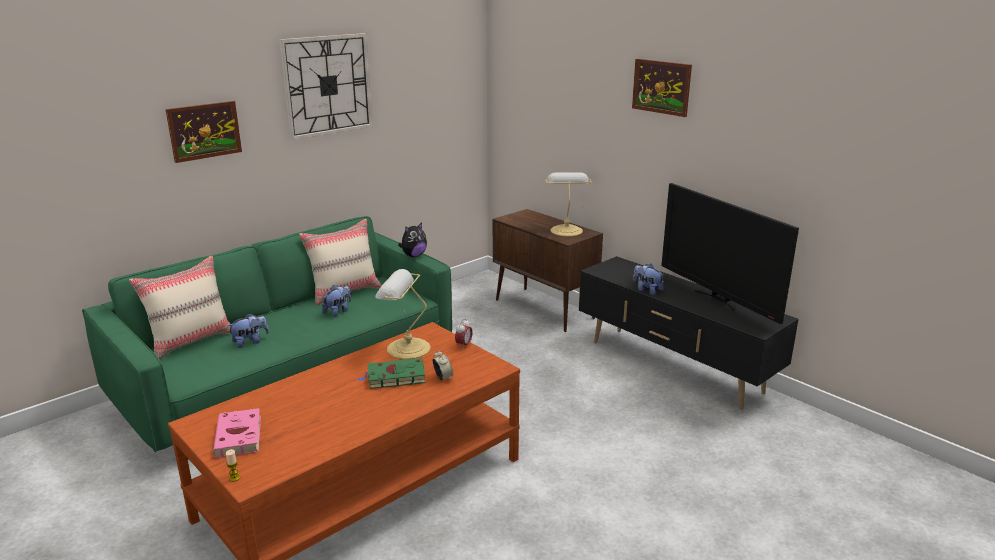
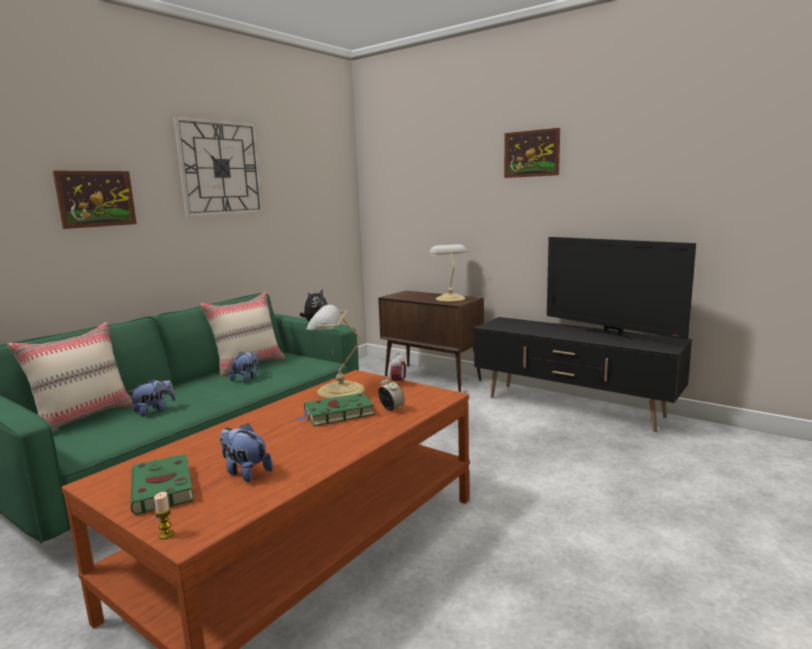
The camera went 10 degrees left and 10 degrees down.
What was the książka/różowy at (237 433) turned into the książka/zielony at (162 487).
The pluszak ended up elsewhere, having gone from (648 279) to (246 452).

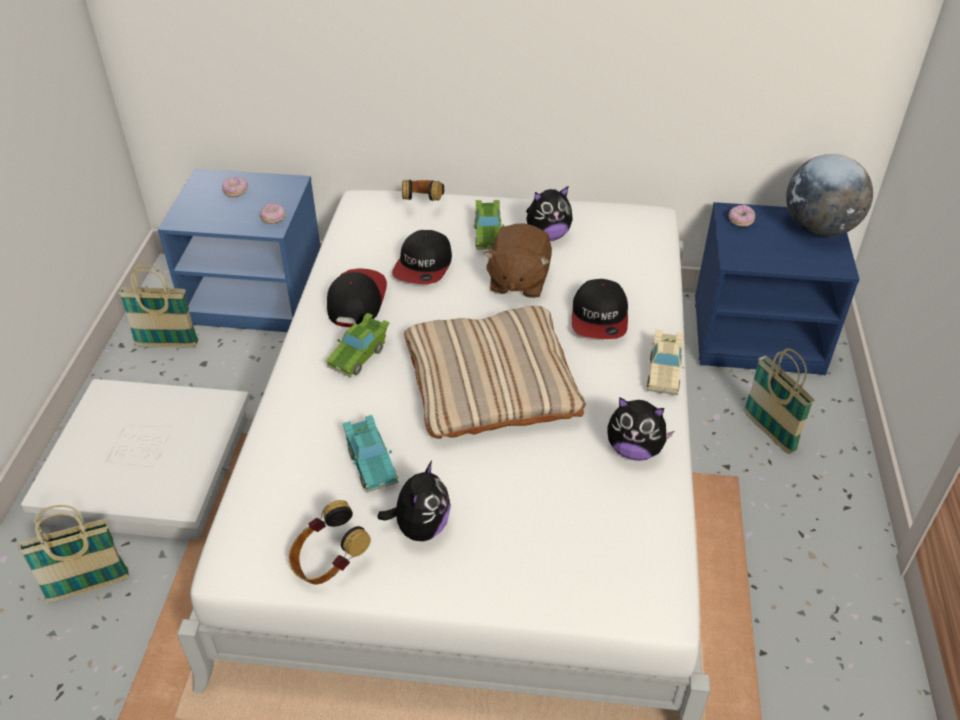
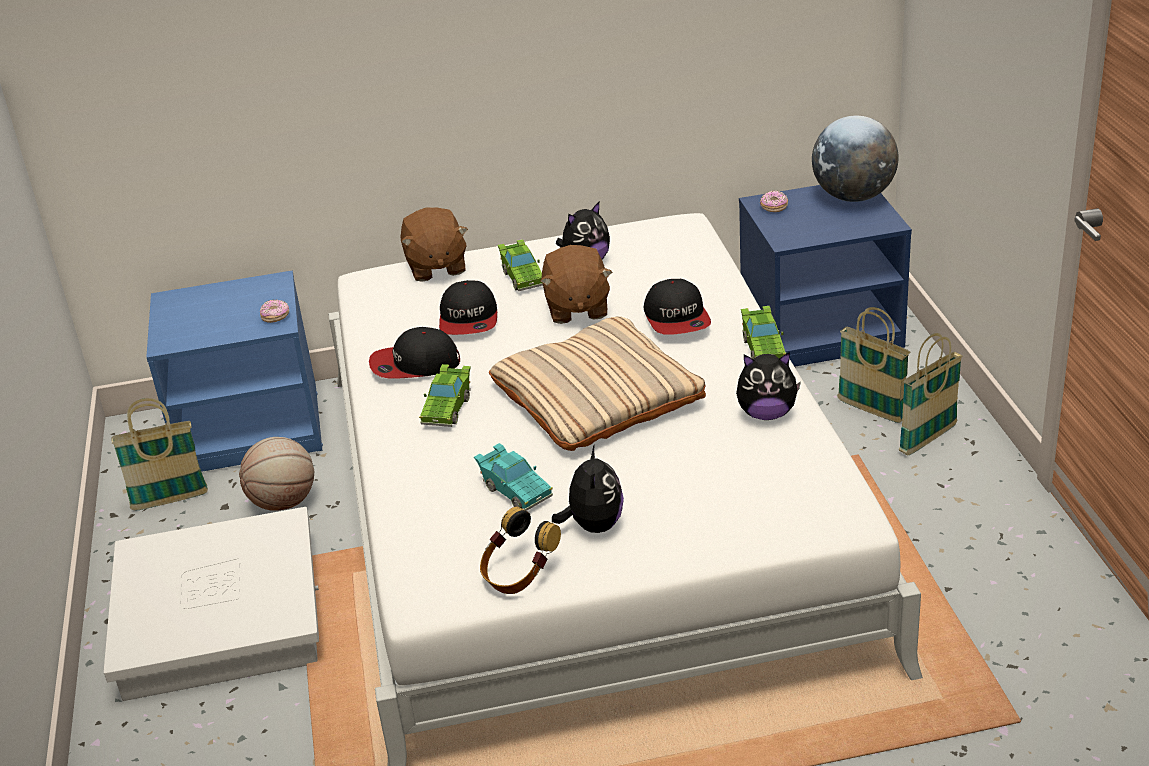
The camera went 15 degrees left and 10 degrees down.
The koszyk ended up elsewhere, having gone from (74 554) to (931 394).
The second view lost the donut at (235 187).
The czapka z daszkiem at (357 297) ended up facing another way, 90 degrees counterclockwise from before.
Where the słuchawki stood at (423 190), the pluszak/brązowy came to stand at (434 244).
What was the samochodzik/beżowy at (665 362) turned into the samochodzik/zielony at (763 332).
The second view gained the piłka do koszykówki at (276 474).

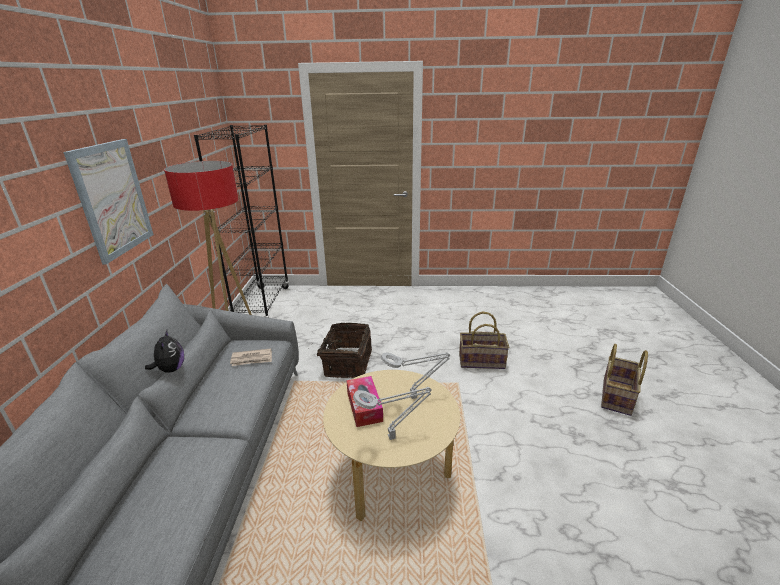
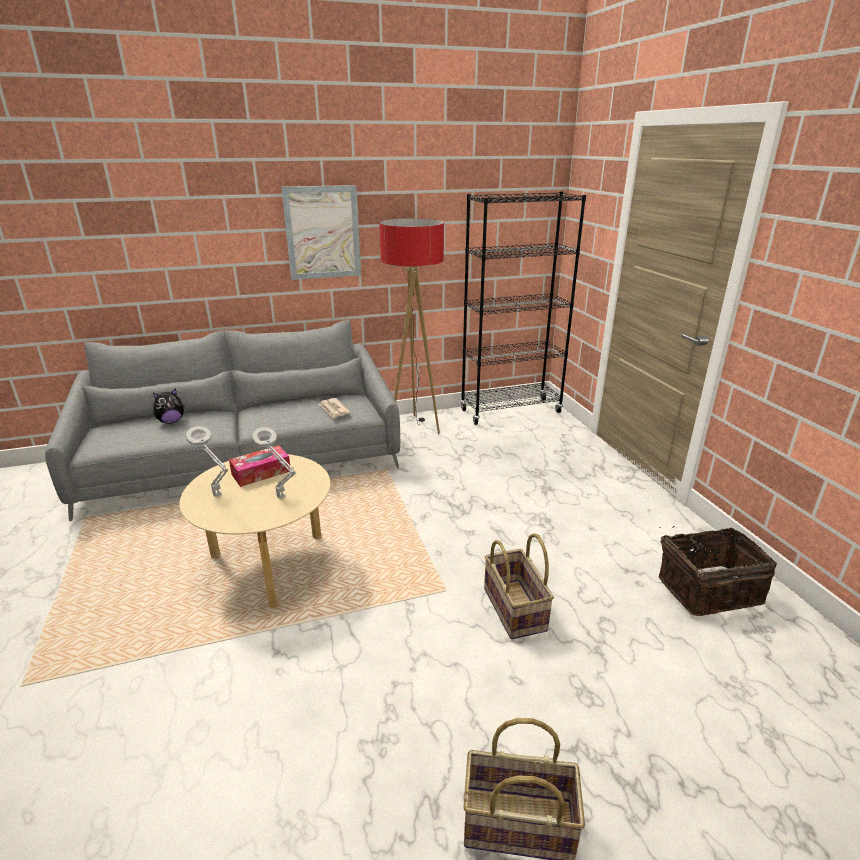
The camera went 70 degrees right and 0 degrees up.
The pluszak ended up elsewhere, having gone from (164 351) to (168 406).
The koszyk ended up elsewhere, having gone from (340 350) to (718 571).

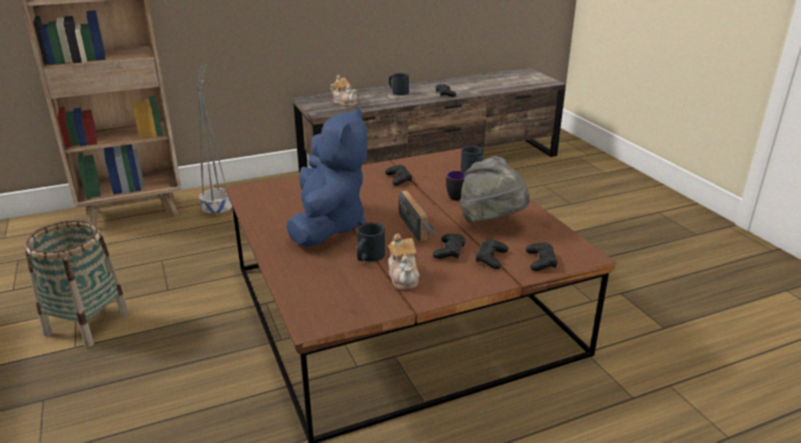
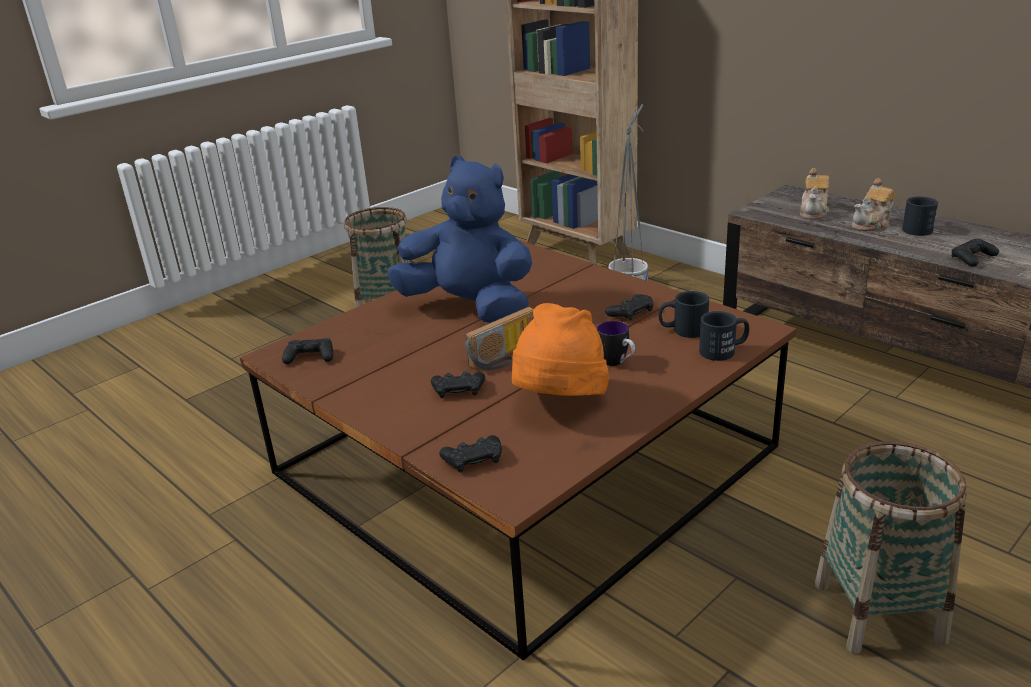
The camera went 70 degrees right and 0 degrees up.
The pluszak/niebieski at (327 177) ended up facing another way, 135 degrees counterclockwise from before.
The kubek/czarny ended up elsewhere, having gone from (371 242) to (683 314).
The imbryk ended up elsewhere, having gone from (404 261) to (874 204).
What was the kapelusz/szary at (495 189) turned into the kapelusz/pomarańczowy at (560 349).
The pad do gier/czarny ended up elsewhere, having gone from (492 254) to (307 351).
The second view gained the koszyk at (891 547).

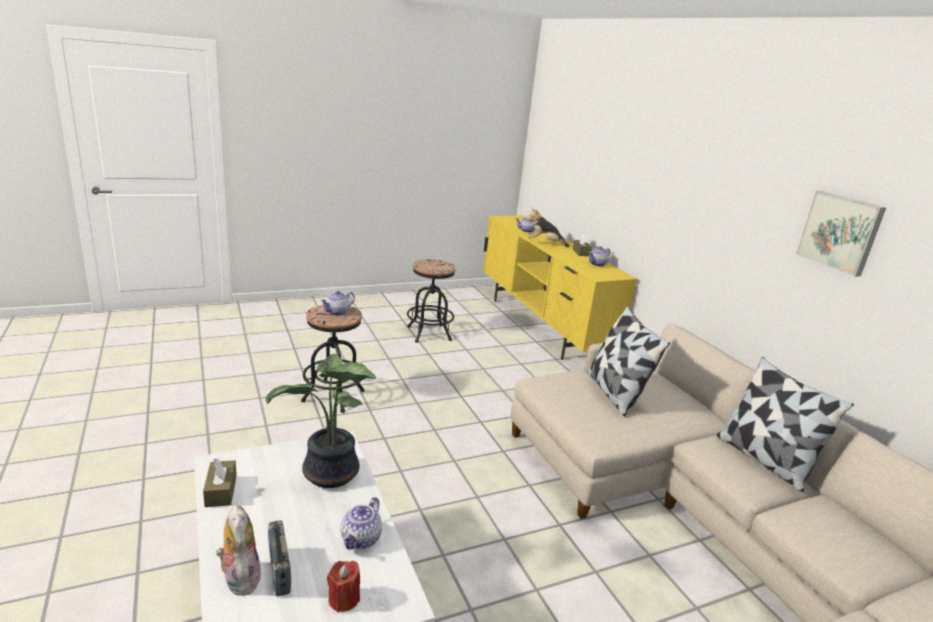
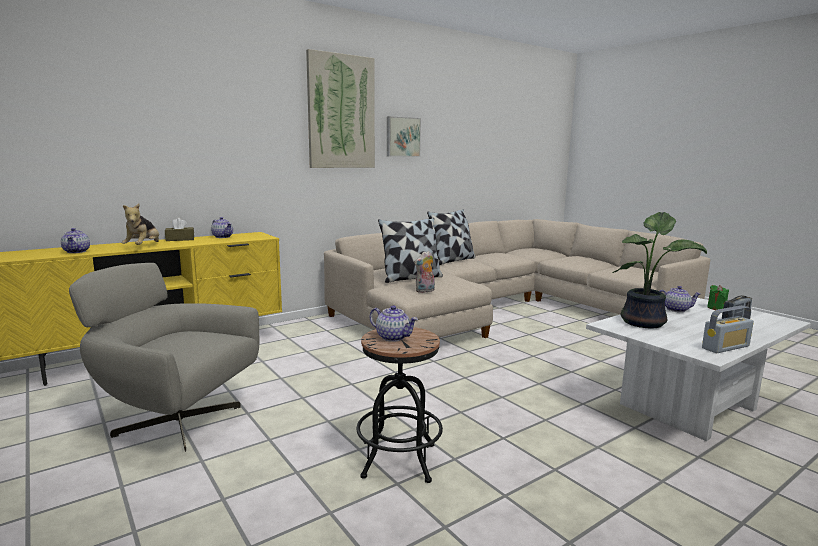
The camera went 100 degrees left and 10 degrees down.
Where the pudełko chusteczek/brązowy stood at (220 482), the radio came to stand at (728 329).
The pluszak ended up elsewhere, having gone from (238 550) to (424 272).
What was the świeca/czerwony at (343 587) turned into the świeca/zielony at (718 297).
Where the stołek/czarny stood at (431 301), the fotel/szary came to stand at (164 357).
The second view gained the obraz at (340 108).

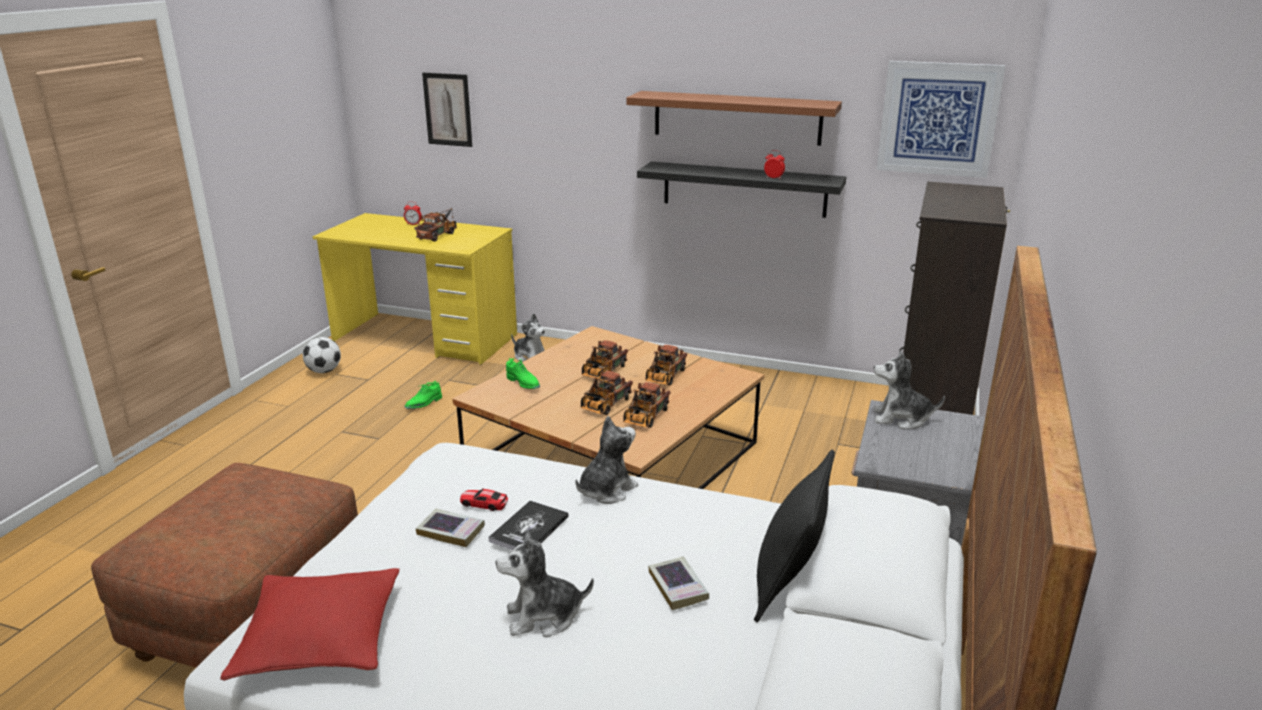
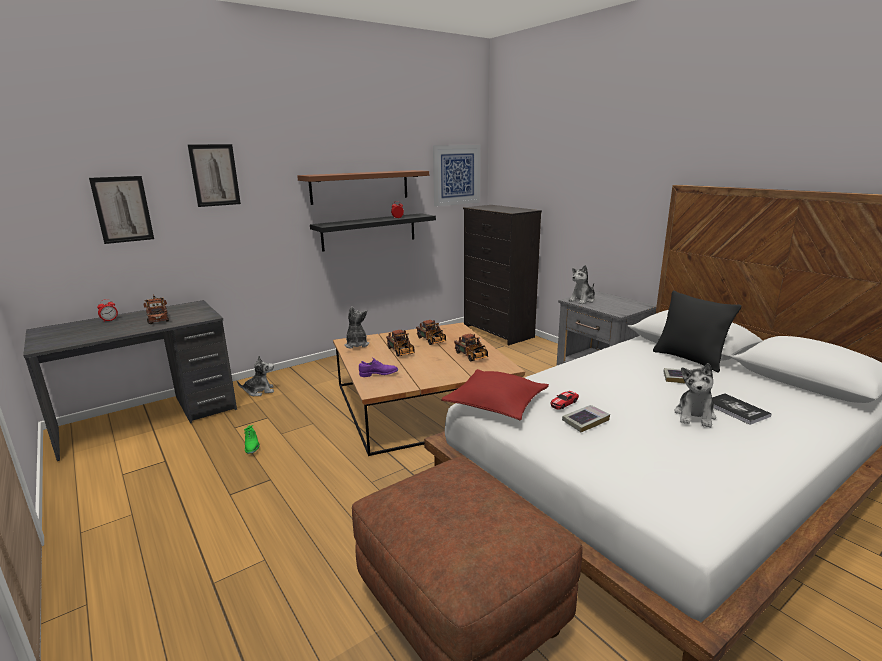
The camera went 55 degrees left and 5 degrees down.
The poduszka/czerwony ended up elsewhere, having gone from (309 624) to (495 394).
The second view lost the piłka futbolowa at (322 355).
What was the biurko/żółty at (415 289) turned into the biurko/szary at (130 380).
The książka ended up elsewhere, having gone from (528 525) to (742 409).
What was the but/zielony at (523 373) turned into the but/fioletowy at (378 367).
The pluszak ended up elsewhere, having gone from (606 460) to (357 327).
The second view lost the ciężarówka zabawkowa at (606 393).
The second view gained the obraz at (214 175).

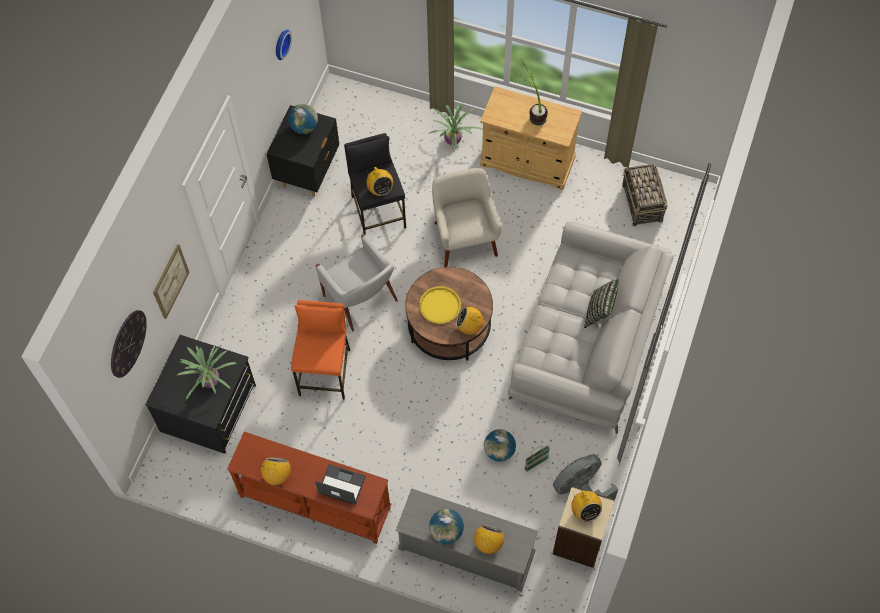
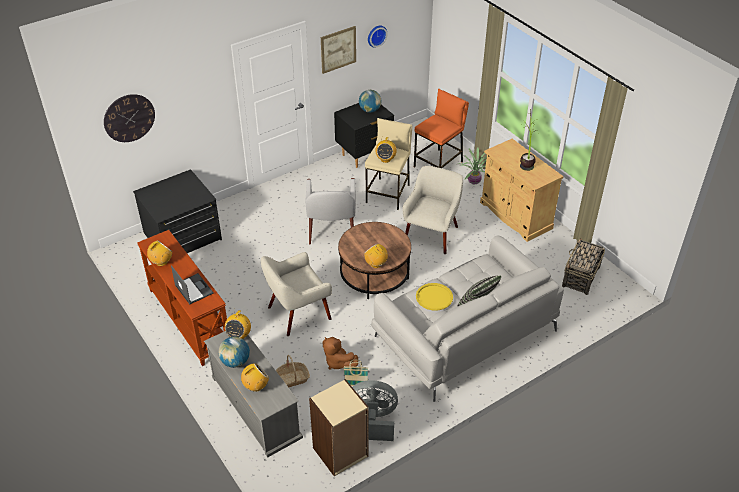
The camera went 35 degrees right and 20 degrees down.
The obraz ended up elsewhere, having gone from (171 281) to (338 50).
The second view lost the roślina doniczkowa at (207 373).
The stołek/pomarańczowy ended up elsewhere, having gone from (320 350) to (441 128).
What was the stołek/czarny at (375 184) turned into the stołek/beżowy at (388 164).
The taca/żółty ended up elsewhere, having gone from (440 305) to (434 297).
Where the globus stood at (500 445), the pluszak/brązowy came to stand at (340 353).
The radio ended up elsewhere, having gone from (586 506) to (238 323).
The second view gained the fotel/beżowy at (296 294).
The second view gained the koszyk at (293 371).

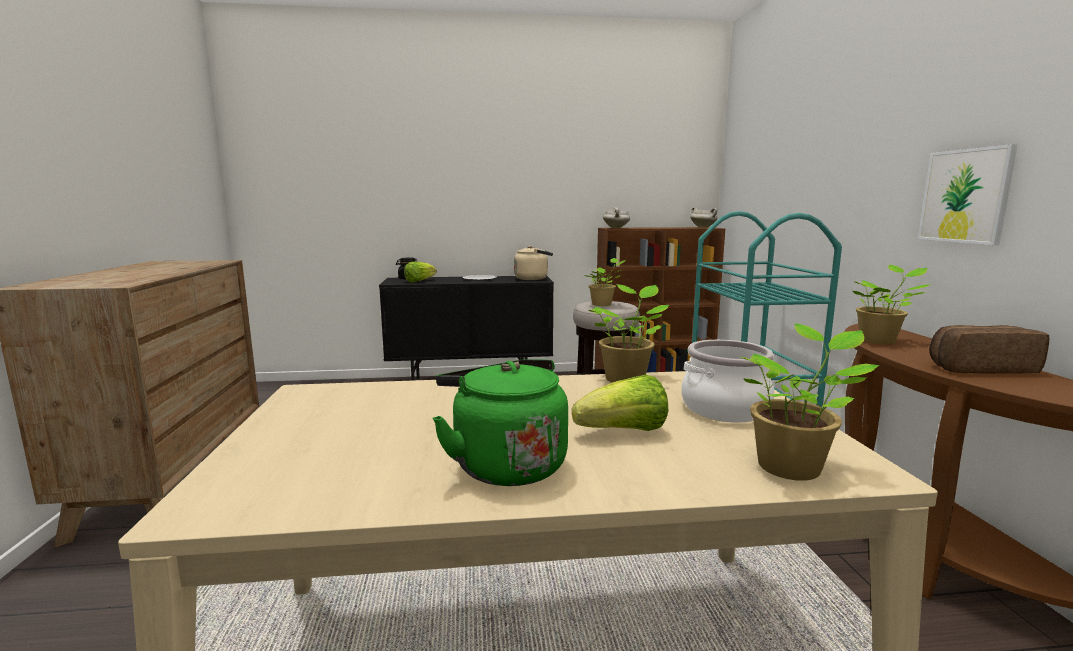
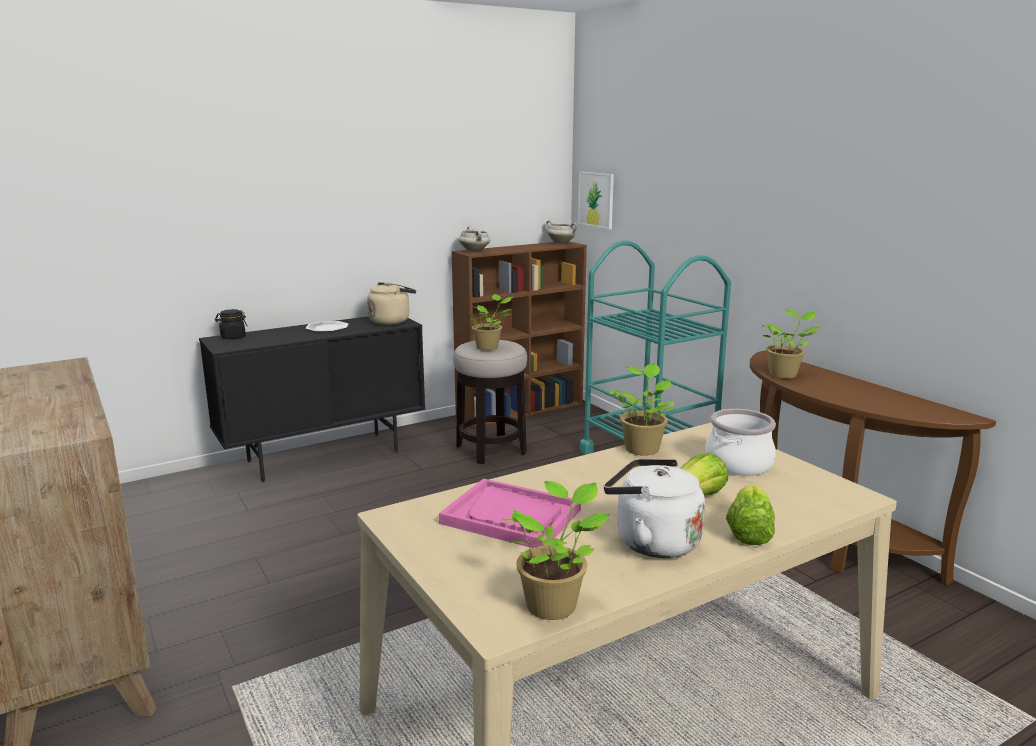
The camera went 25 degrees left and 5 degrees up.
The sałata ended up elsewhere, having gone from (420 272) to (750 515).
What was the czajnik/zielony at (500 422) turned into the czajnik/biały at (654 508).
The roślina doniczkowa ended up elsewhere, having gone from (810 402) to (556 550).
The obraz ended up elsewhere, having gone from (968 194) to (596 200).
The second view lost the chleb at (989 349).
The second view gained the taca/różowy at (510 513).

